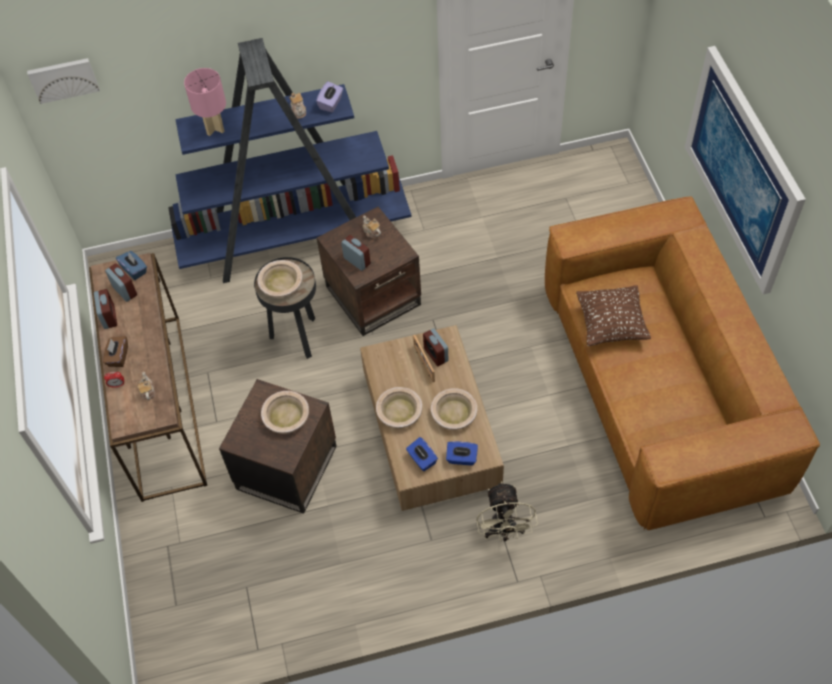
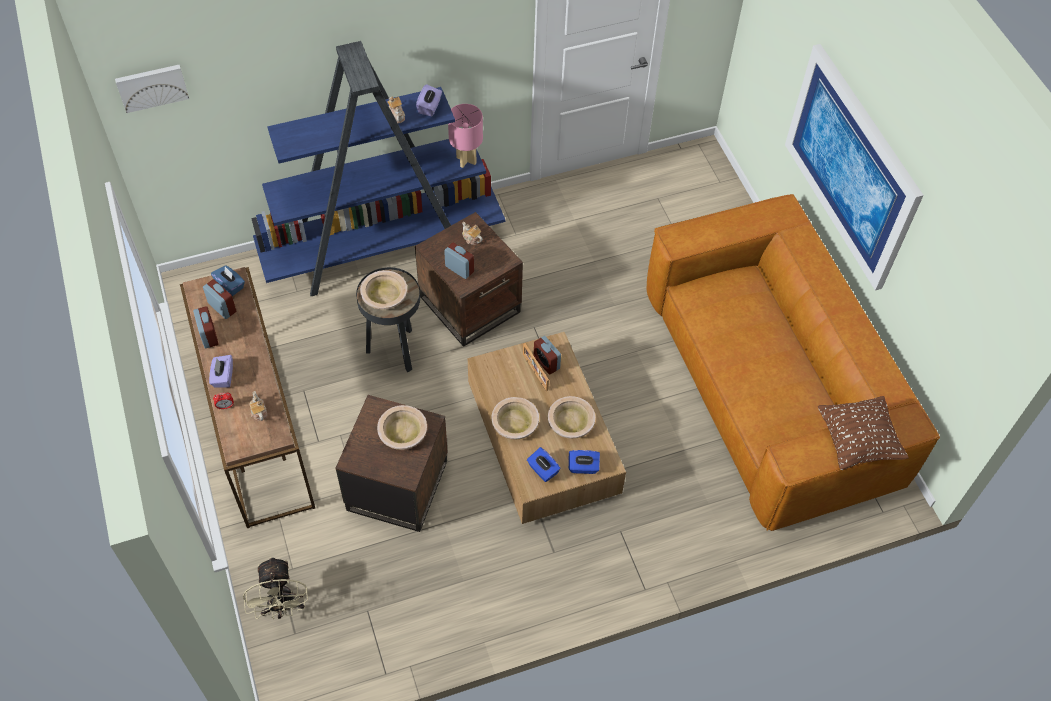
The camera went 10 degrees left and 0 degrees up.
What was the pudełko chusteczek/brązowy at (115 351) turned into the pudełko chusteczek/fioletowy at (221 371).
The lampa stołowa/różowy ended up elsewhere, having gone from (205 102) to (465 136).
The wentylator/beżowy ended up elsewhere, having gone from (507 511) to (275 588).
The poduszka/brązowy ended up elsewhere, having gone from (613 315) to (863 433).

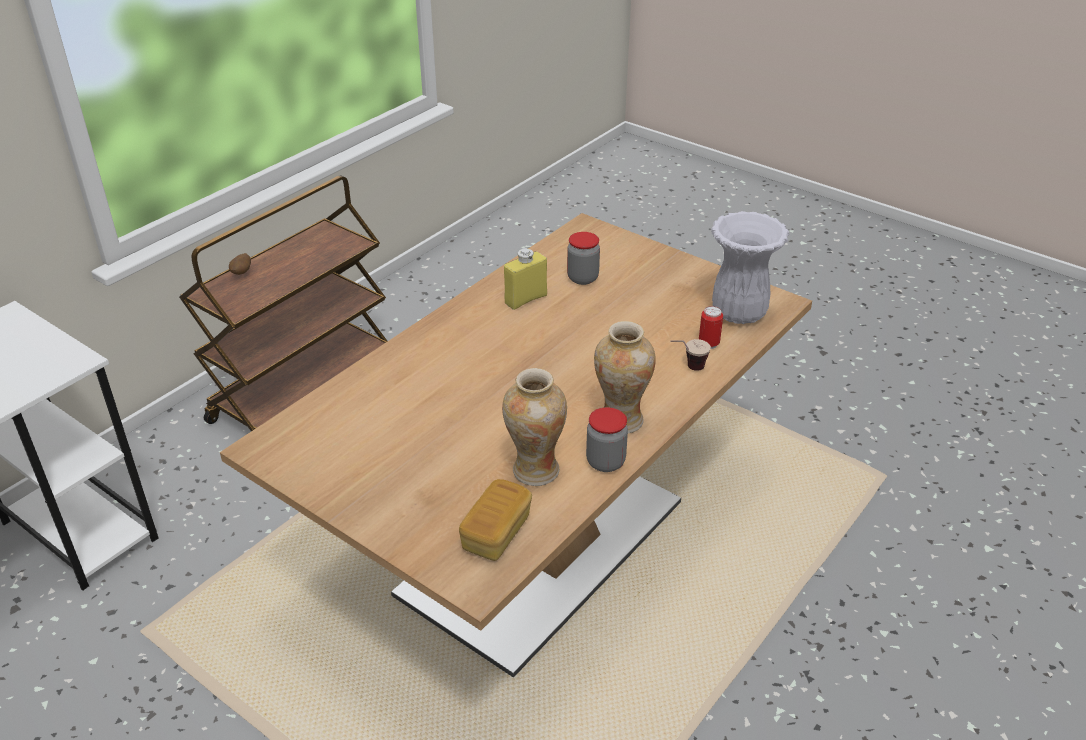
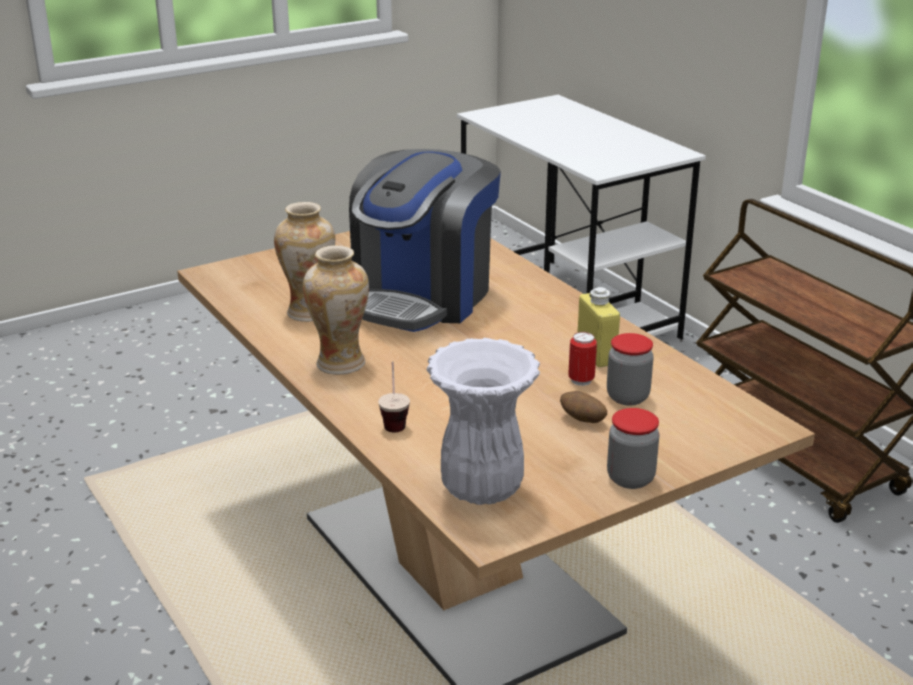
The camera went 110 degrees right and 10 degrees down.
The ziemniak ended up elsewhere, having gone from (240 264) to (583 407).
The second view lost the chleb at (495 520).
The słoik ended up elsewhere, having gone from (607 439) to (633 448).
The puszka ended up elsewhere, having gone from (711 327) to (582 359).
The second view gained the ekspres do kawy at (425 240).

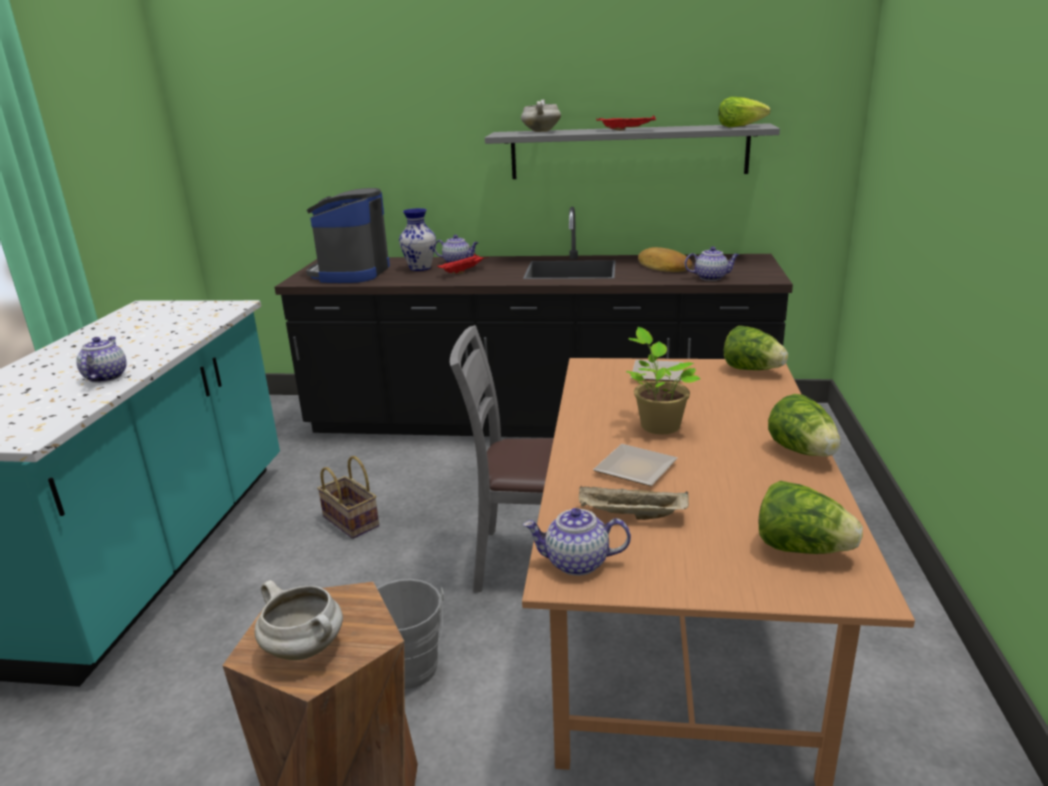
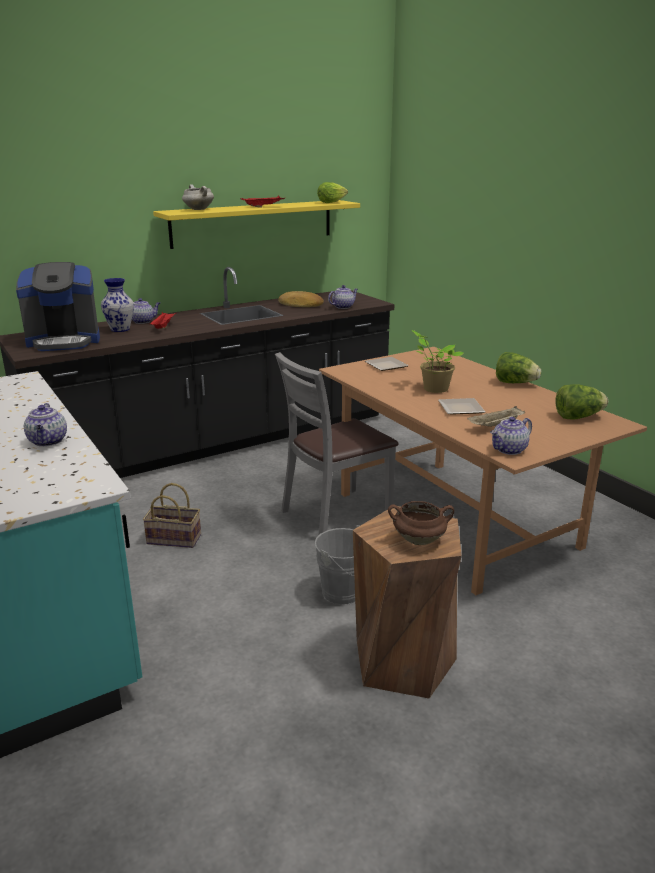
The camera went 40 degrees left and 0 degrees up.
The imbryk at (101 359) ended up facing another way, 150 degrees counterclockwise from before.
What was the garnek/biały at (298 620) turned into the garnek/brązowy at (421 523).
The ekspres do kawy at (348 235) ended up facing another way, 75 degrees counterclockwise from before.
What was the półka/szary at (632 151) turned into the półka/żółty at (256 224).
The second view lost the sałata at (756 348).

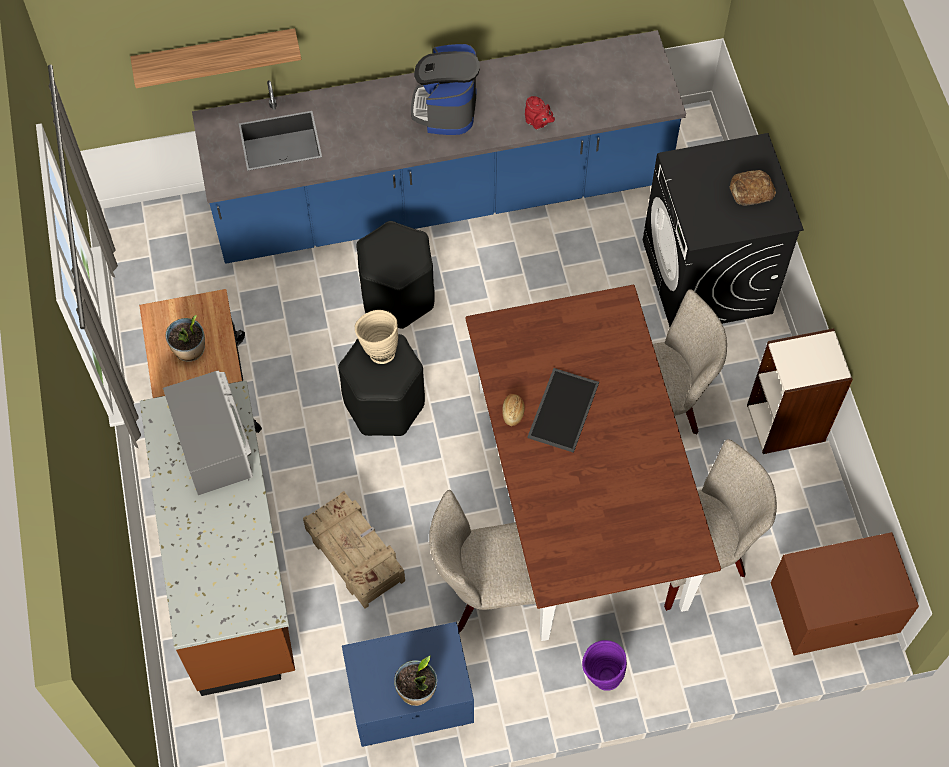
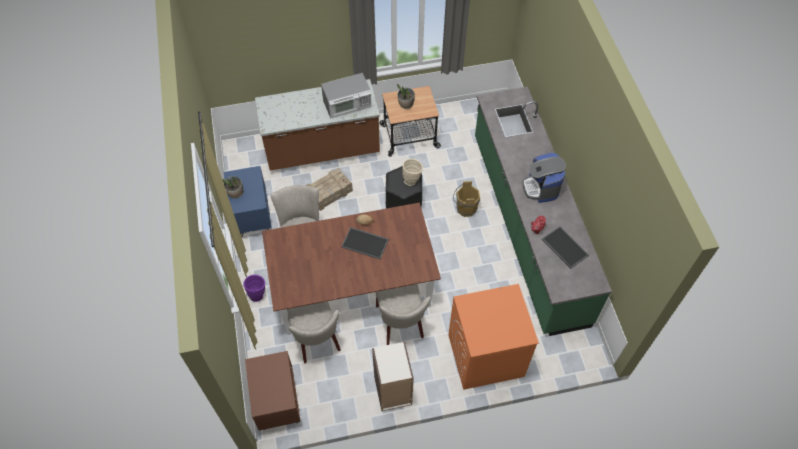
The camera went 90 degrees right and 5 degrees down.
The second view lost the półka at (215 58).
What was the zabudowa kuchenna/niebieski at (439 147) turned into the zabudowa kuchenna/zielony at (543 211).
Where the stołek/czarny stood at (396 275), the wiadro/brązowy came to stand at (466 199).
The ekspres do kawy at (445 89) ended up facing another way, 105 degrees counterclockwise from before.
What was the pralka/czarny at (723 230) turned into the pralka/pomarańczowy at (493 337).
The second view lost the chleb at (753 188).
The second view gained the taca at (565 247).

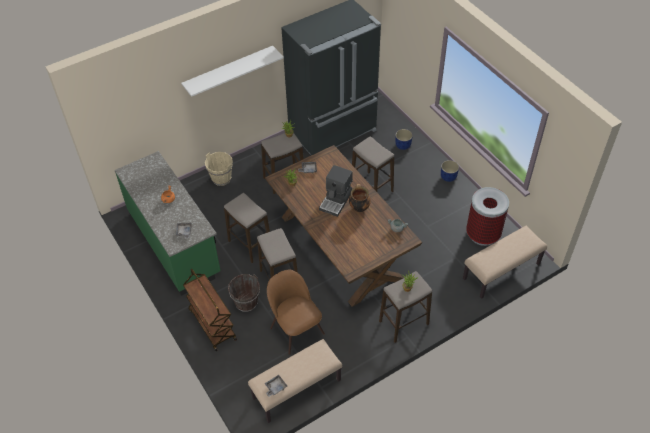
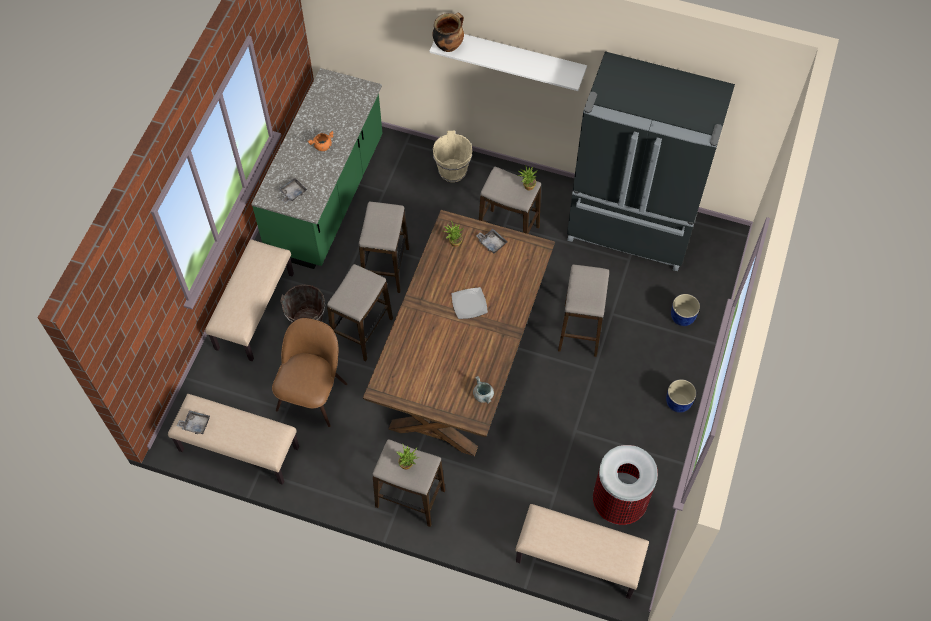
The camera went 50 degrees right and 10 degrees up.
Where the wózek/brązowy stood at (210 310), the ławka/beżowy came to stand at (249 300).
Where the ekspres do kawy stood at (336 191), the talerz came to stand at (469 303).
The garnek ended up elsewhere, having gone from (360 198) to (448 32).

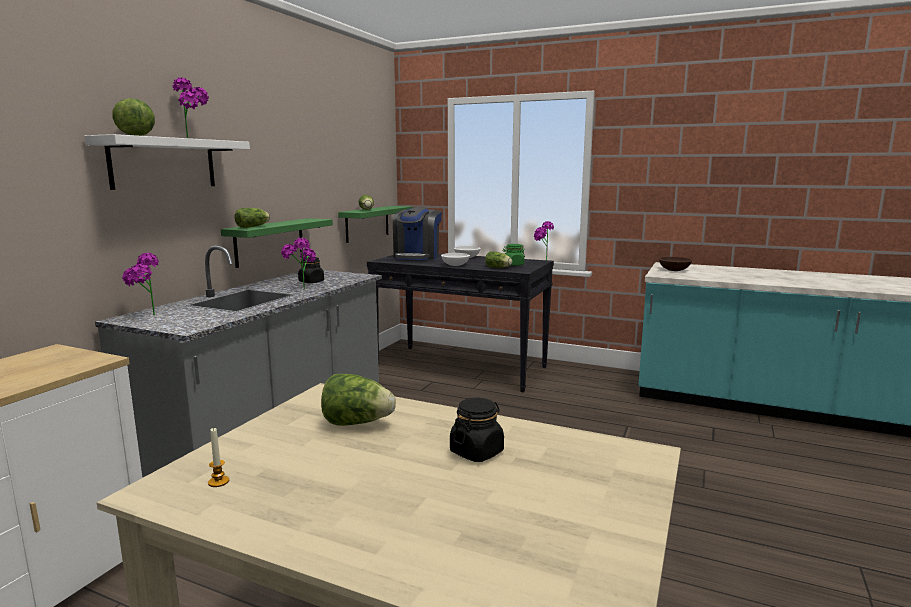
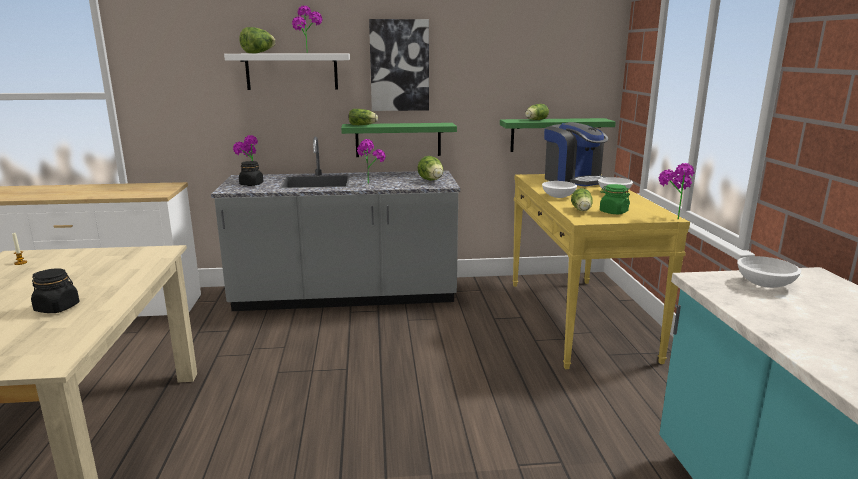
The camera went 60 degrees right and 5 degrees up.
The słoik/czarny ended up elsewhere, having gone from (311 270) to (251 173).
The sałata ended up elsewhere, having gone from (358 400) to (430 168).
What was the stolik konsolowy/czarny at (460 322) turned into the stolik konsolowy/żółty at (601 271).
The ekspres do kawy at (417 233) ended up facing another way, 105 degrees counterclockwise from before.
What was the miska/brązowy at (675 264) turned into the miska/biały at (769 272).
The second view gained the obraz at (399 65).

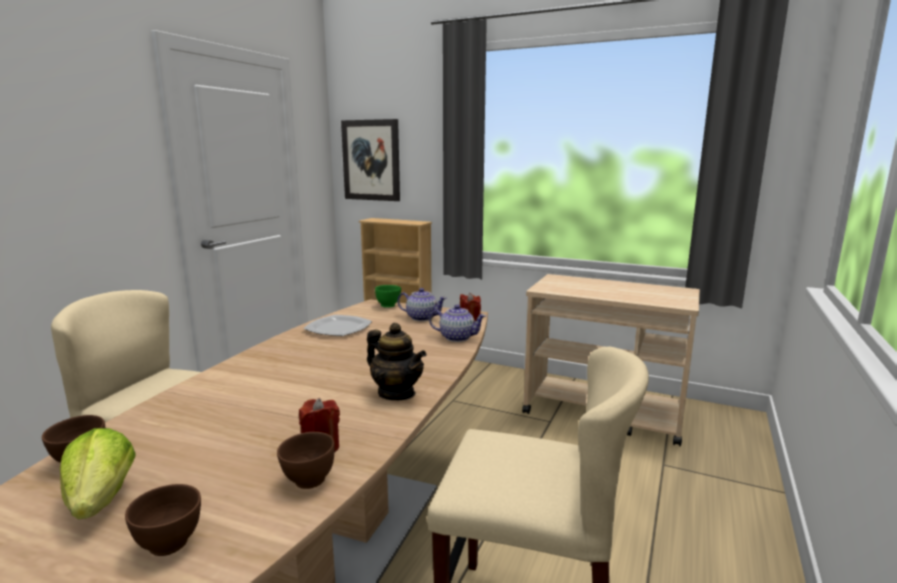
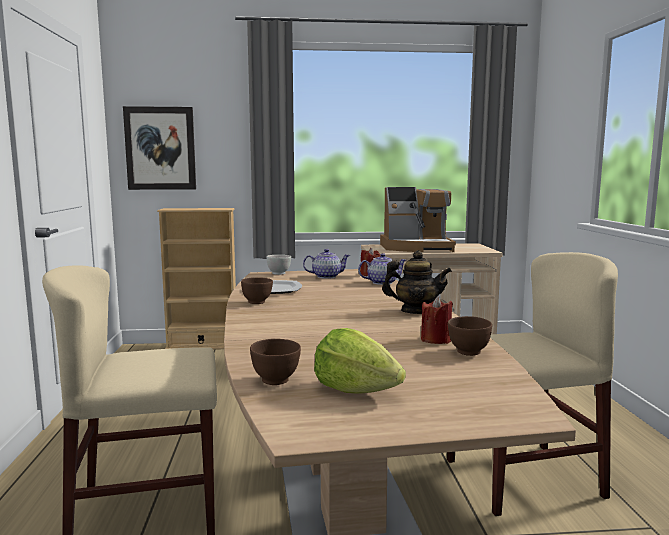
The camera went 30 degrees left and 5 degrees down.
The miska/brązowy ended up elsewhere, having gone from (163 520) to (257 290).
What was the miska/zielony at (388 296) turned into the miska/biały at (279 265).
The second view gained the ekspres do kawy at (418 219).

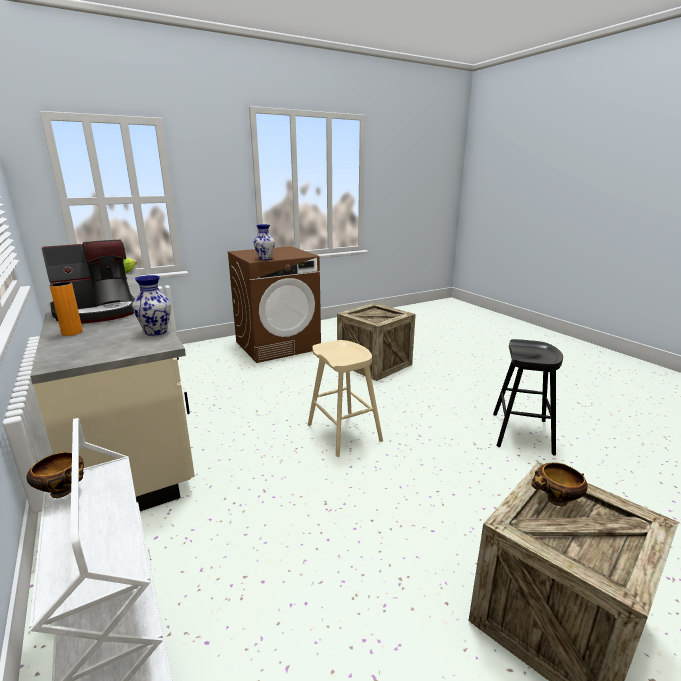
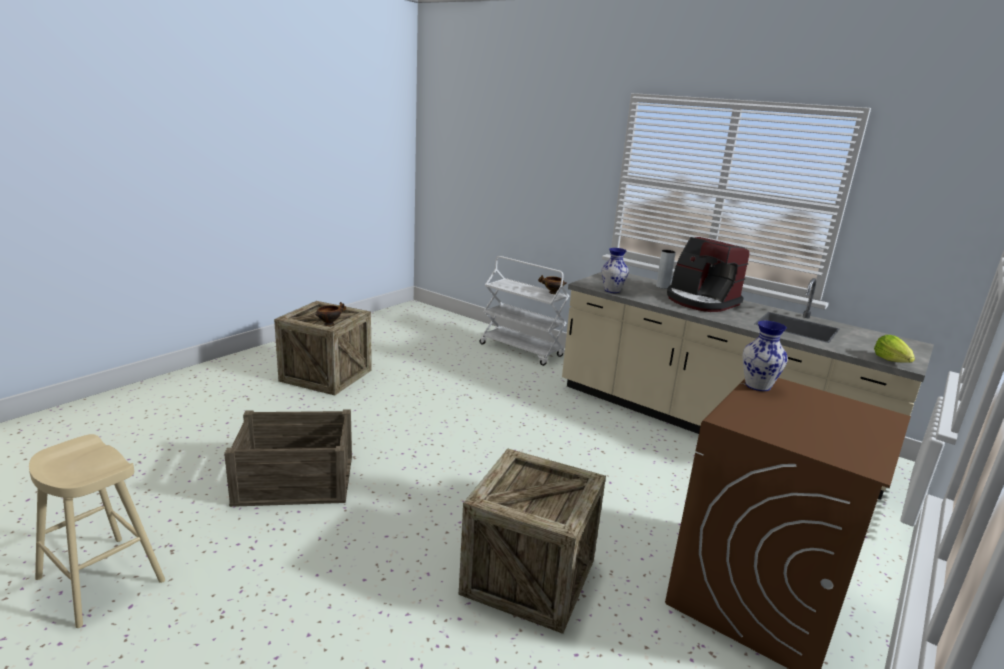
The camera went 155 degrees right and 0 degrees up.
The ekspres do kawy at (88 281) ended up facing another way, 75 degrees counterclockwise from before.
What was the wazon/pomarańczowy at (66 309) turned into the wazon/szary at (666 269).
The stołek/beżowy ended up elsewhere, having gone from (345 398) to (97 531).
Where the stołek/czarny stood at (528 397), the skrzynka came to stand at (288 458).

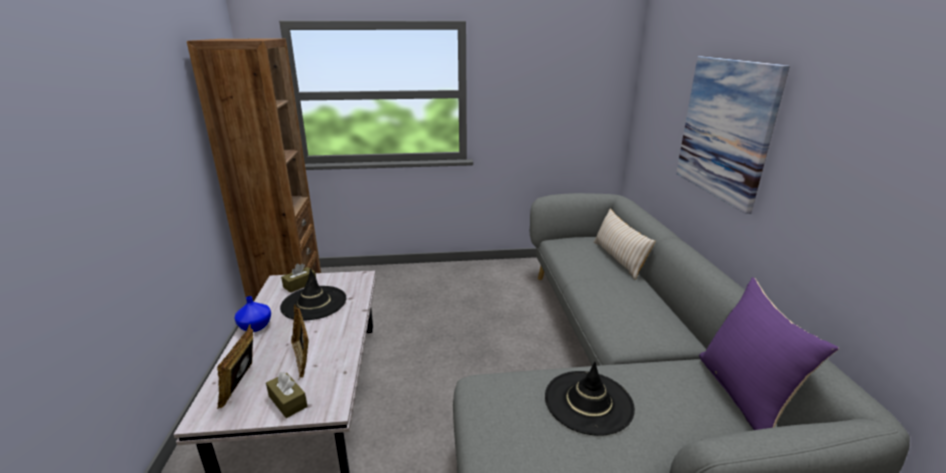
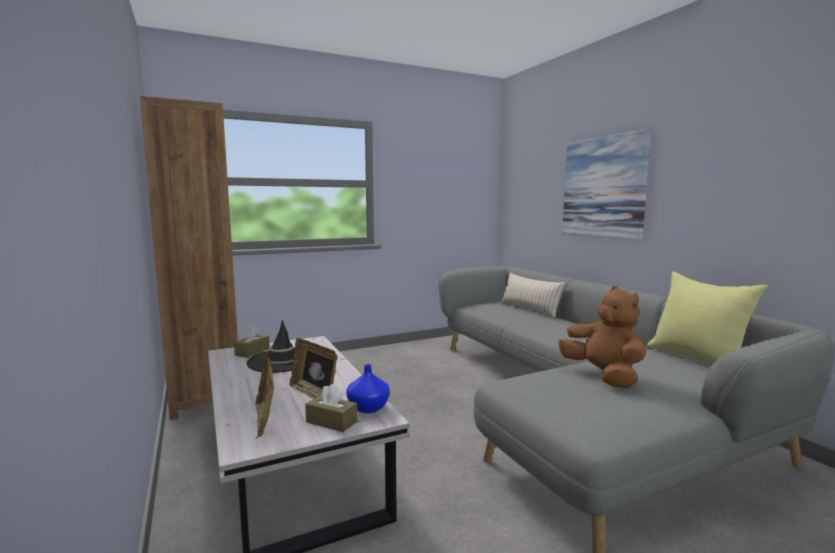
The camera went 20 degrees left and 15 degrees down.
The wazon/niebieski ended up elsewhere, having gone from (252 314) to (368 388).
Where the kapelusz/czarny stood at (590 398), the pluszak/brązowy came to stand at (602 337).
What was the poduszka/fioletowy at (769 353) turned into the poduszka/żółty at (707 319).

